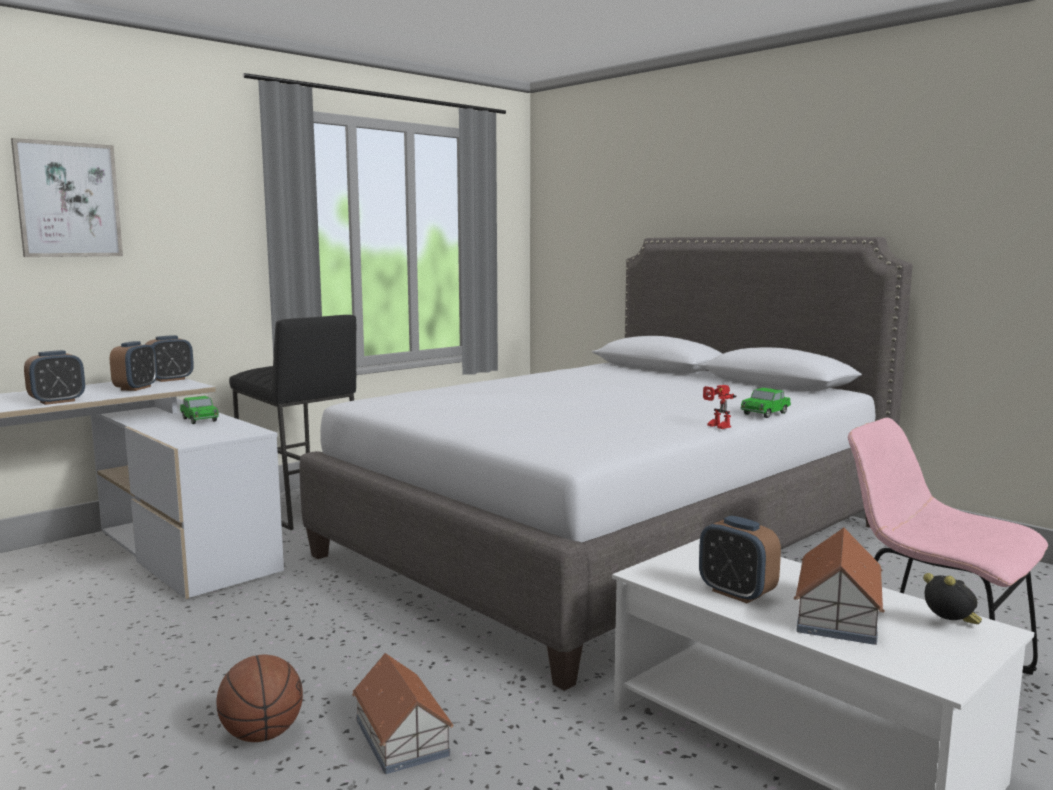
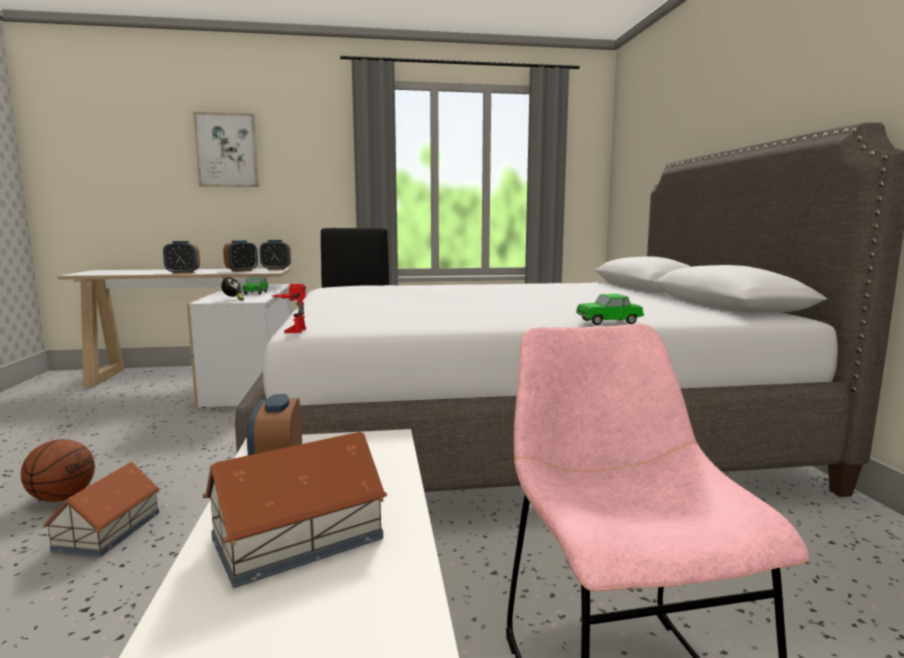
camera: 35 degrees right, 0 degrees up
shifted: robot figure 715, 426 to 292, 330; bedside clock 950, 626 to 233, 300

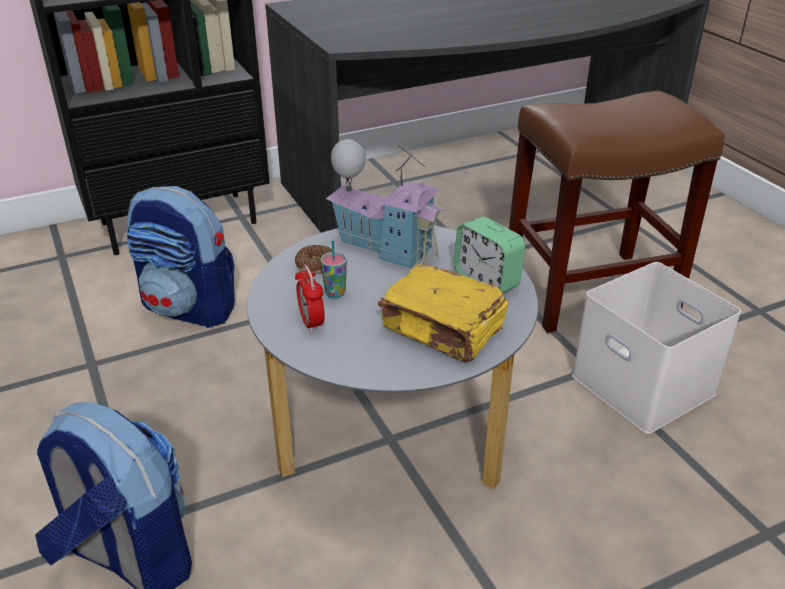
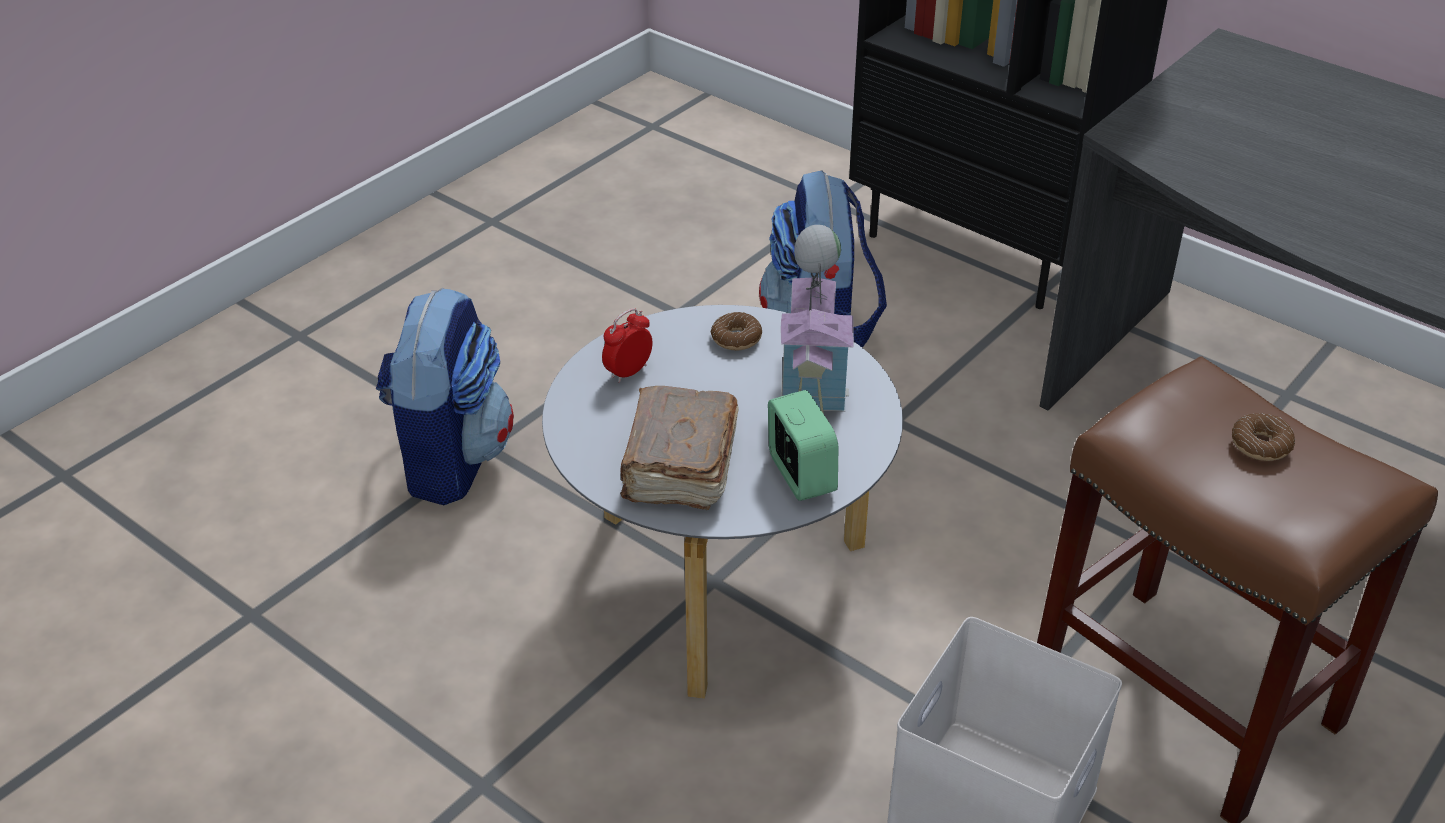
camera: 65 degrees right, 5 degrees up
gone: small cup 335, 293
new: ring doughnut 1260, 445
repainted: bound book (yellow) 443, 329 to bound book (brownish) 678, 467
rotated: bedside clock 486, 281 = 801, 475 135 degrees clockwise

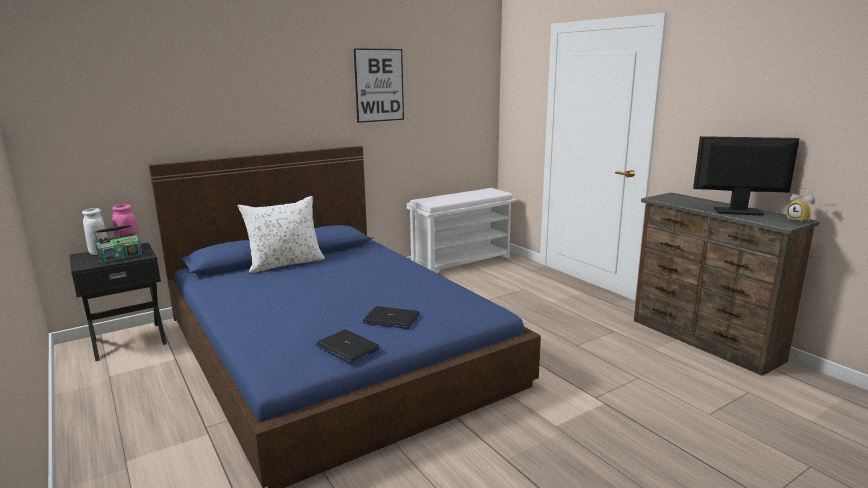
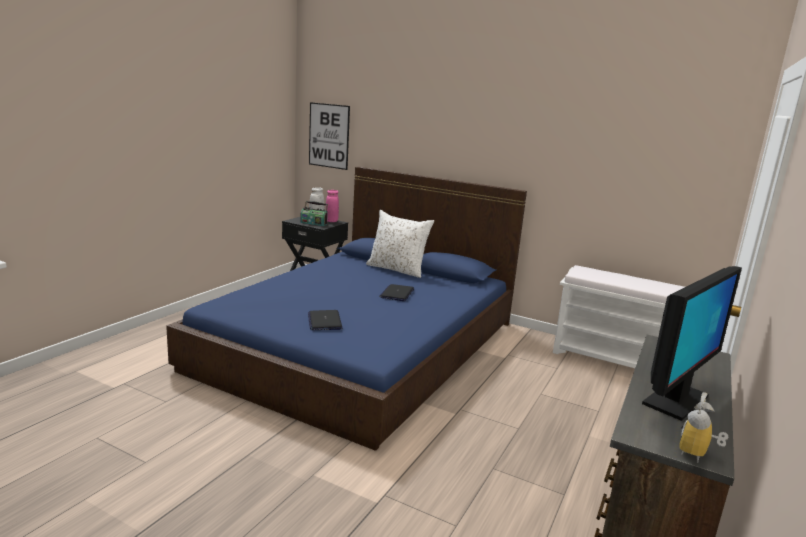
camera: 60 degrees right, 0 degrees up
shifted: portable computer 347, 347 to 397, 293; wall picture 379, 85 to 329, 136
rotated: computer display 738, 212 = 675, 400 60 degrees clockwise

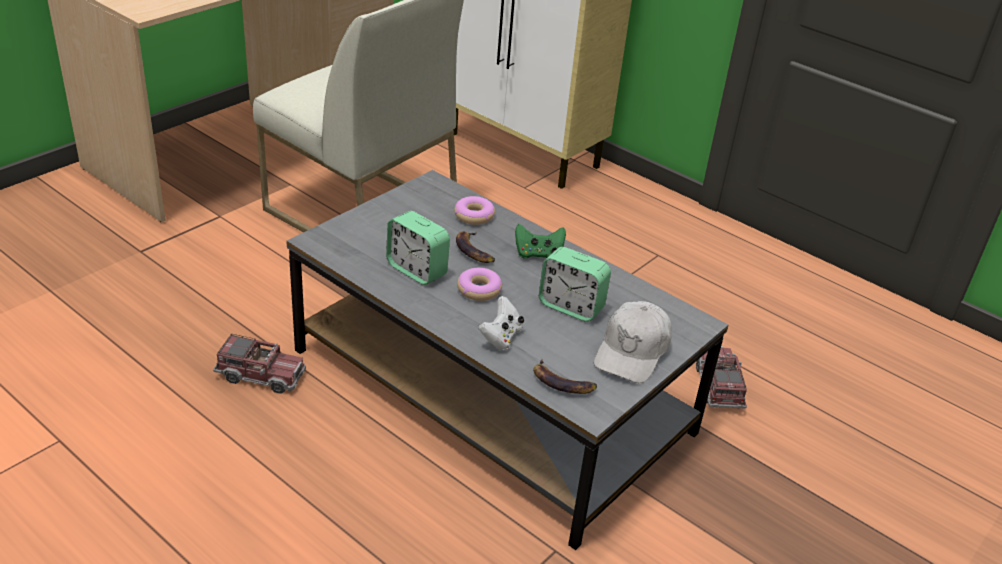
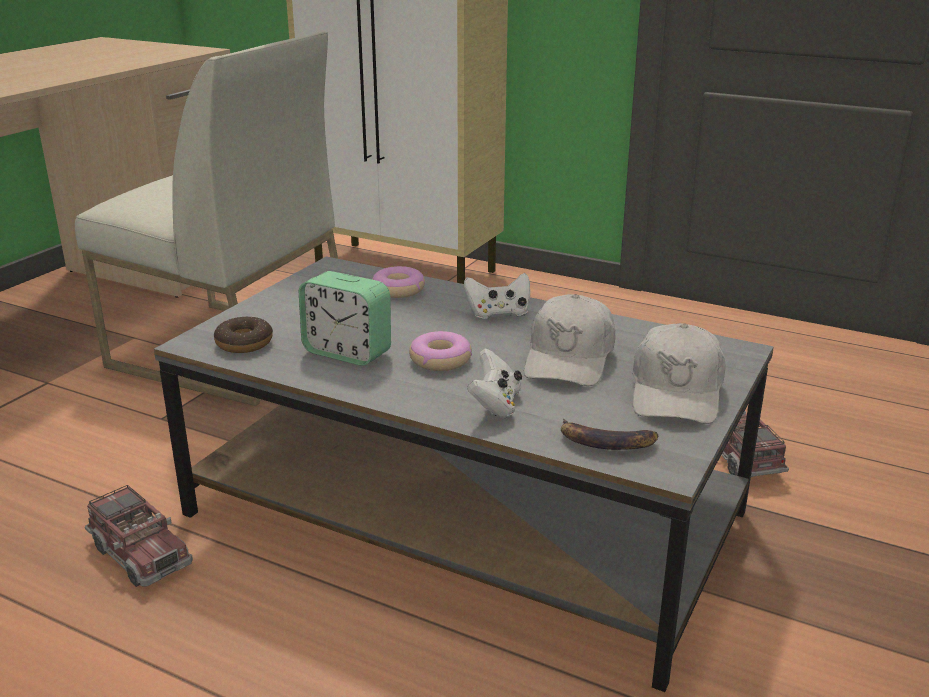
camera: 10 degrees left, 10 degrees down
gone: banana fruit 474, 251
new: ring doughnut 244, 343
swapped: bedside clock 571, 306 to baseball cap (white-coloured) 569, 358
repainted: game controller (green) 538, 254 to game controller (white-coloured) 498, 314
rotated: toy truck 261, 375 = 140, 554 45 degrees clockwise

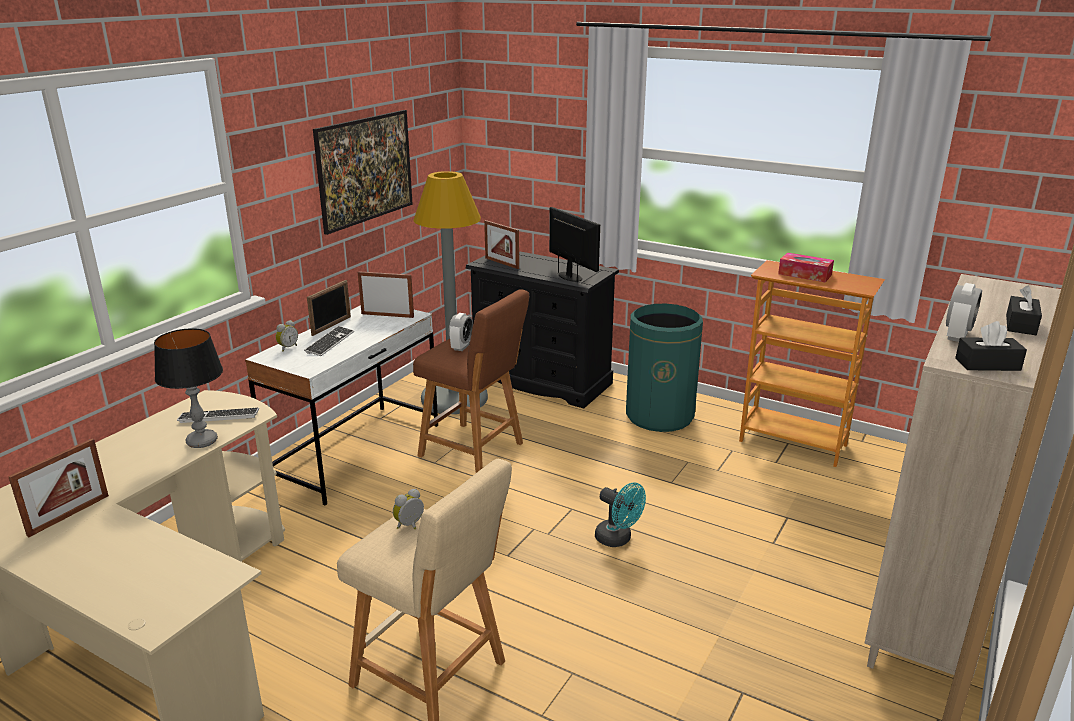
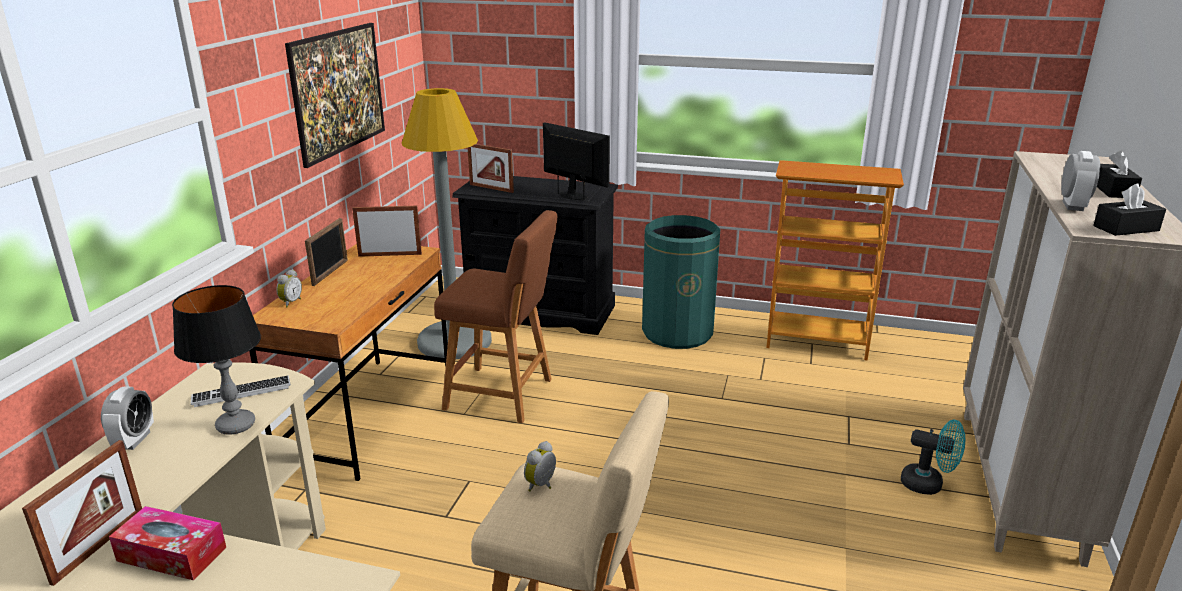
camera: 15 degrees left, 0 degrees up
gone: keyboard 330, 342
shifted: bedside clock 461, 347 to 134, 440; electric fan (blue-green) 618, 539 to 928, 485; tissue holder 804, 274 to 172, 554
repainted: desk table (white-coloured) 356, 452 to desk table (brownish) 369, 415

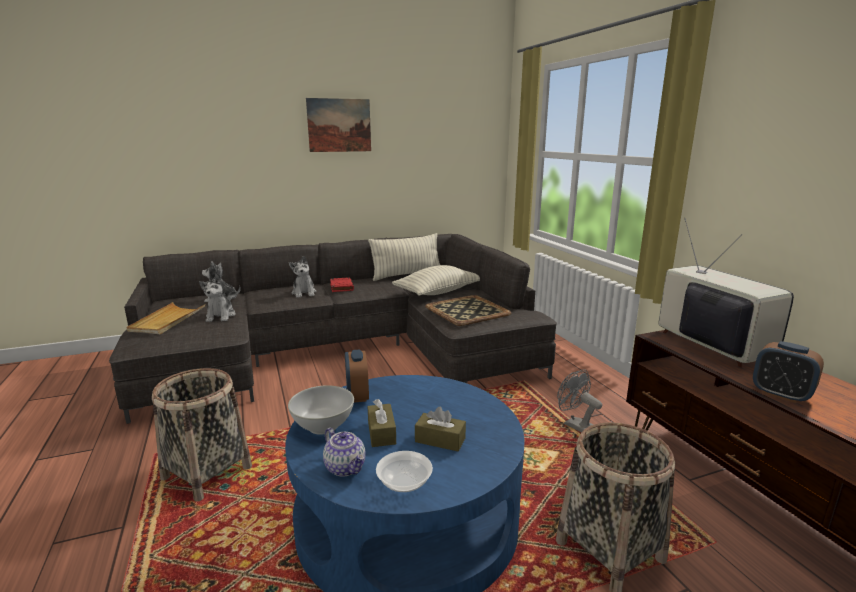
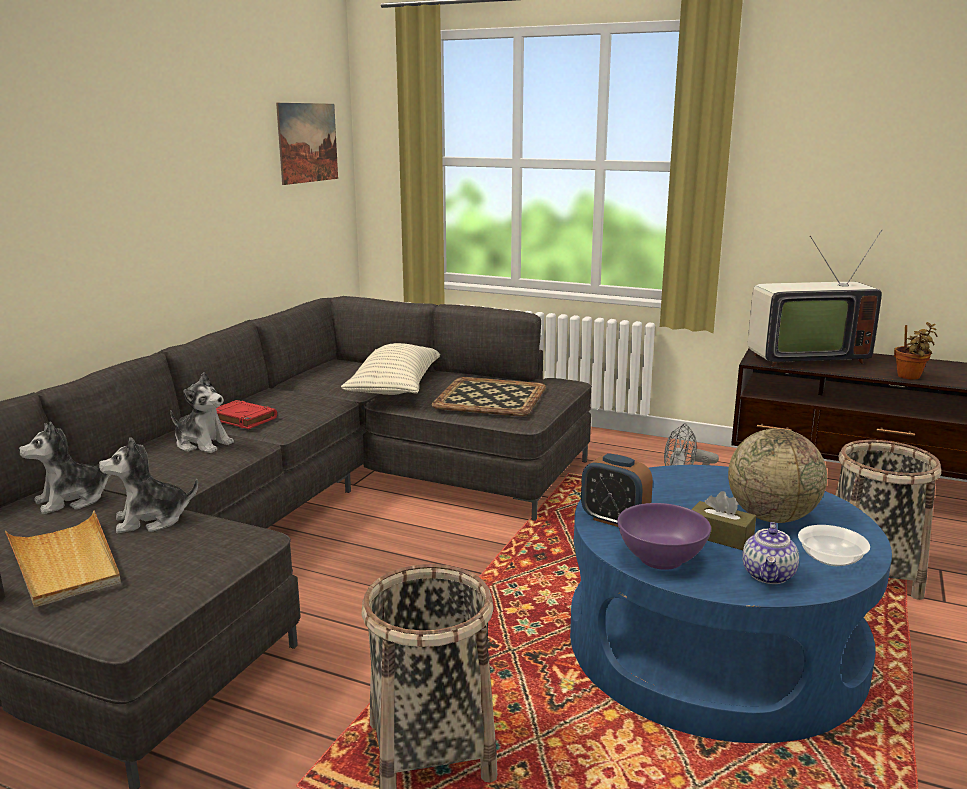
camera: 45 degrees left, 0 degrees up
gone: pillow 407, 275
shifted: wall picture 339, 125 to 308, 142
swapped: tissue holder (brownish) 440, 440 to globe 771, 517; bedside clock 781, 394 to plant in a pot 910, 377
repainted: serving bowl (white-coloured) 322, 426 to serving bowl (purple-coloured) 661, 559
rotated: soft toy 220, 316 = 151, 520 120 degrees clockwise; tea pot 346, 467 = 769, 575 105 degrees clockwise; television 710, 347 = 803, 358 150 degrees clockwise

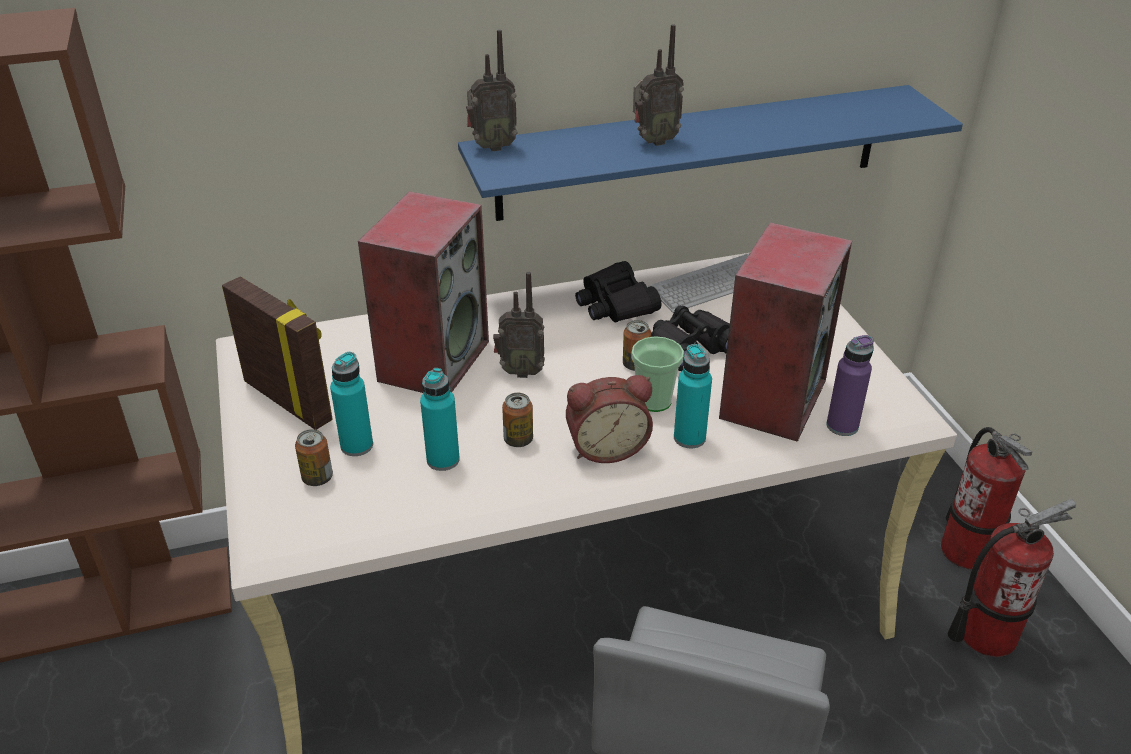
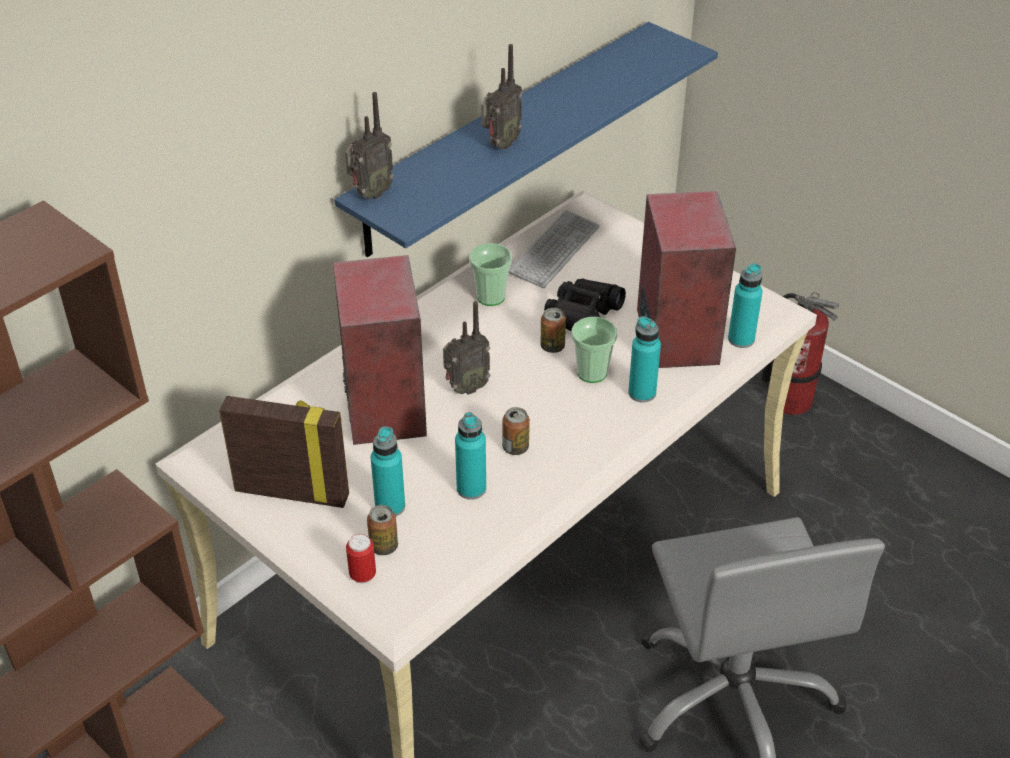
camera: 30 degrees left, 5 degrees up
gone: bedside clock 606, 447; extinguisher 986, 634
new: metal can 362, 575
swapped: field glasses (black) 615, 304 to small cup 490, 297
repainted: beverage bottle (purple-coloured) 842, 426 to beverage bottle (blue-green) 741, 339

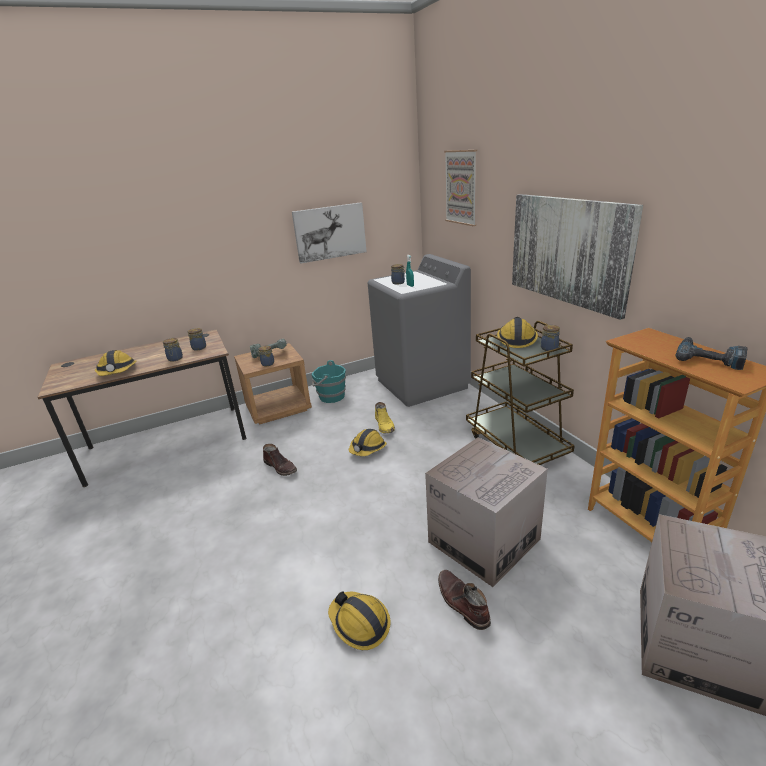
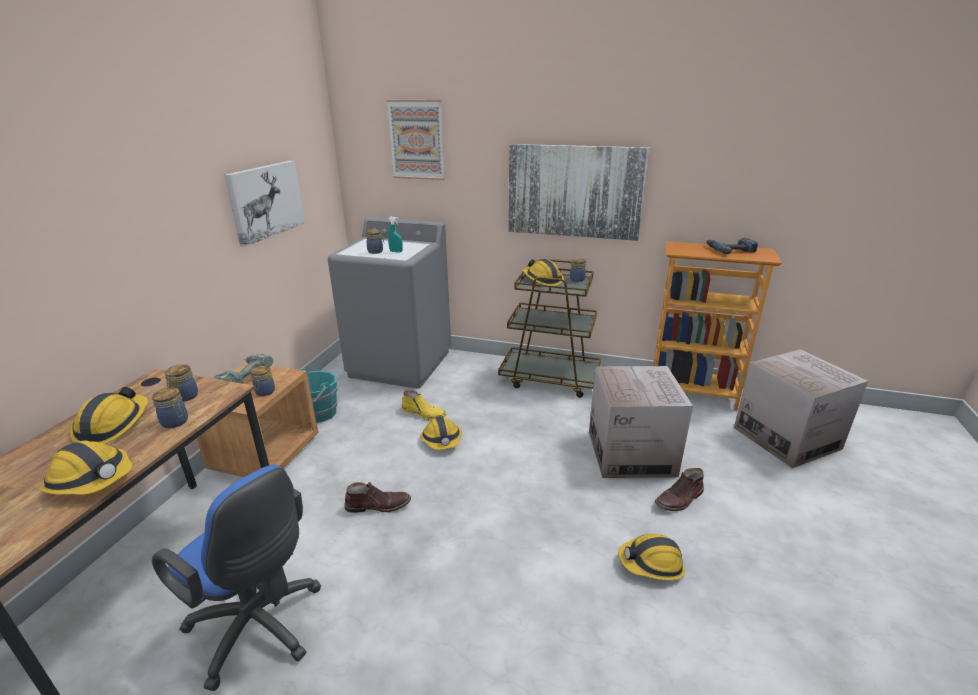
camera: 50 degrees left, 0 degrees up
new: hard hat 113, 425; computer chair (blue) 260, 628
rotated: high-top boot (brownish) 462, 603 = 679, 499 45 degrees counterclockwise

